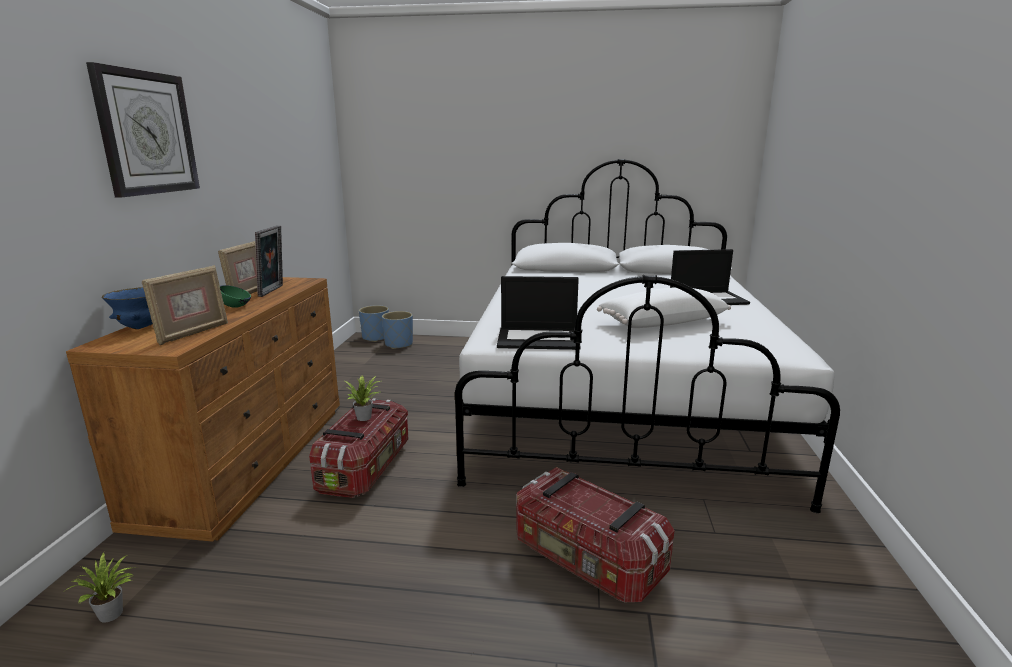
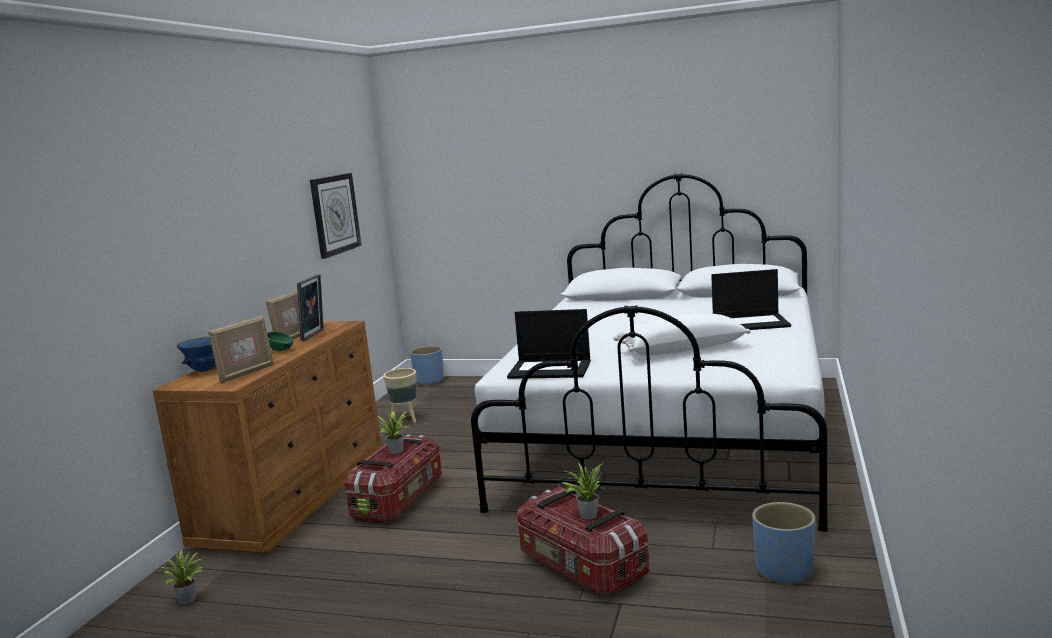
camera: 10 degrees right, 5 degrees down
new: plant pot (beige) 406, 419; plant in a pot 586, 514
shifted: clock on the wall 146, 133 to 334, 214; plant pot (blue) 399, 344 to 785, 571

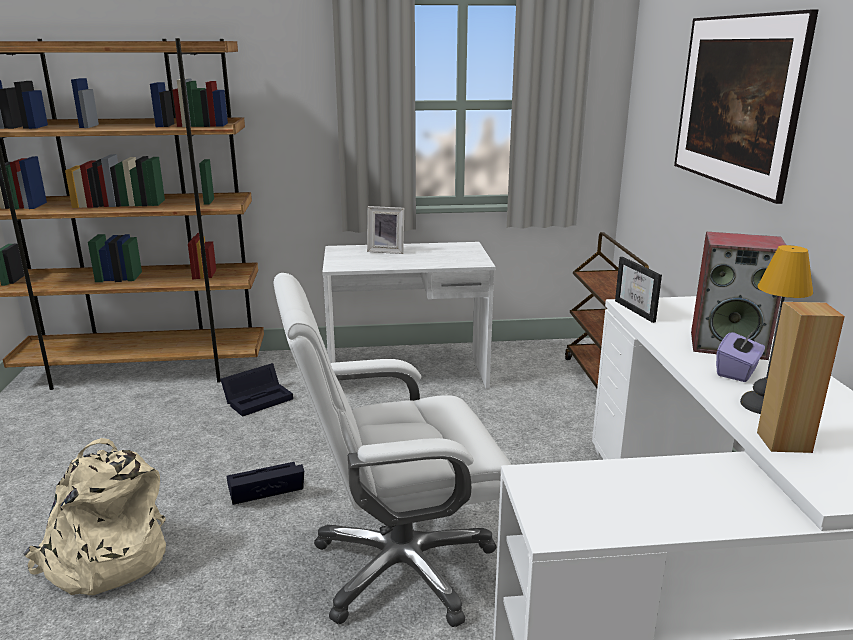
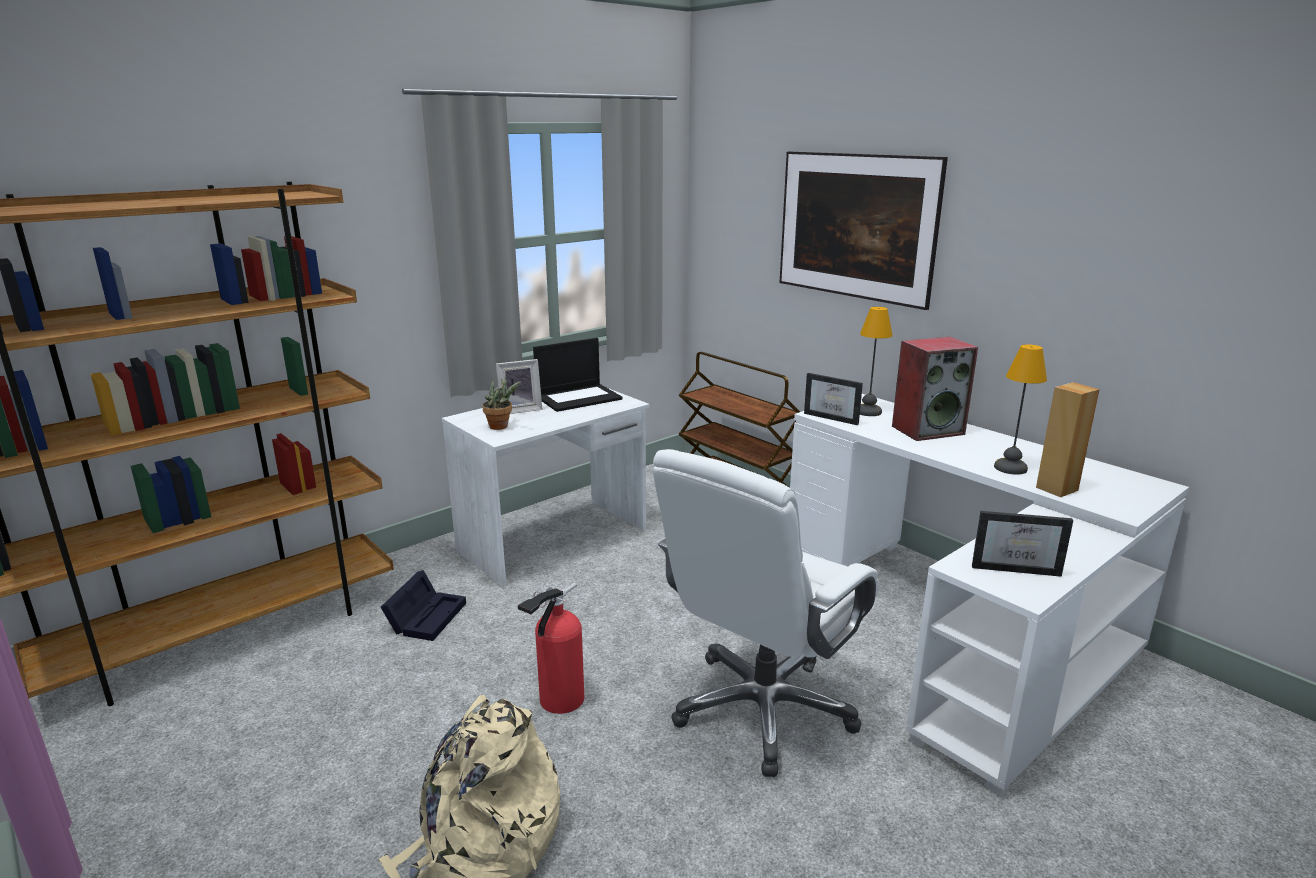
camera: 35 degrees left, 0 degrees up
gone: tissue holder (purple-coloured) 737, 371
new: plant in a pot 501, 426; portable computer 579, 398; table lamp 867, 411; photo frame 1016, 567
swapped: storage box (black) 263, 490 to extinguisher 558, 701

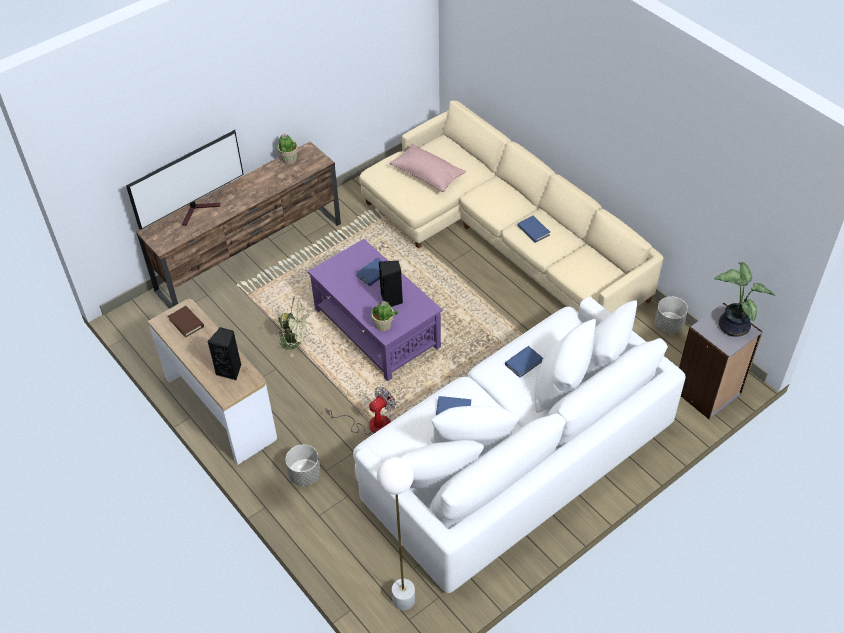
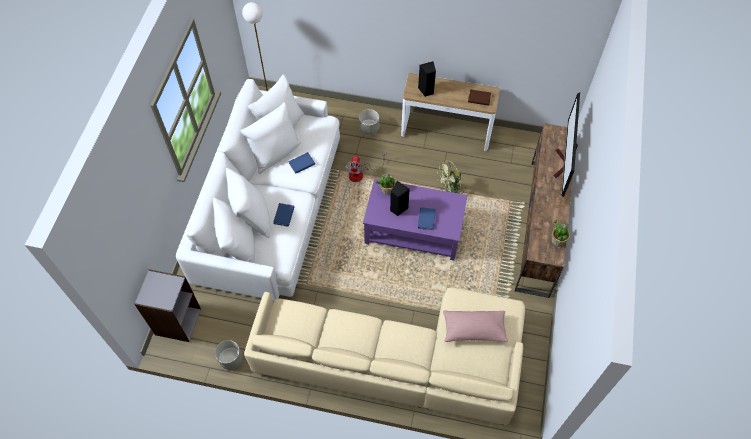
camera: 140 degrees right, 10 degrees up
gone: bound book (blue) 533, 230; plant in a pot 731, 325

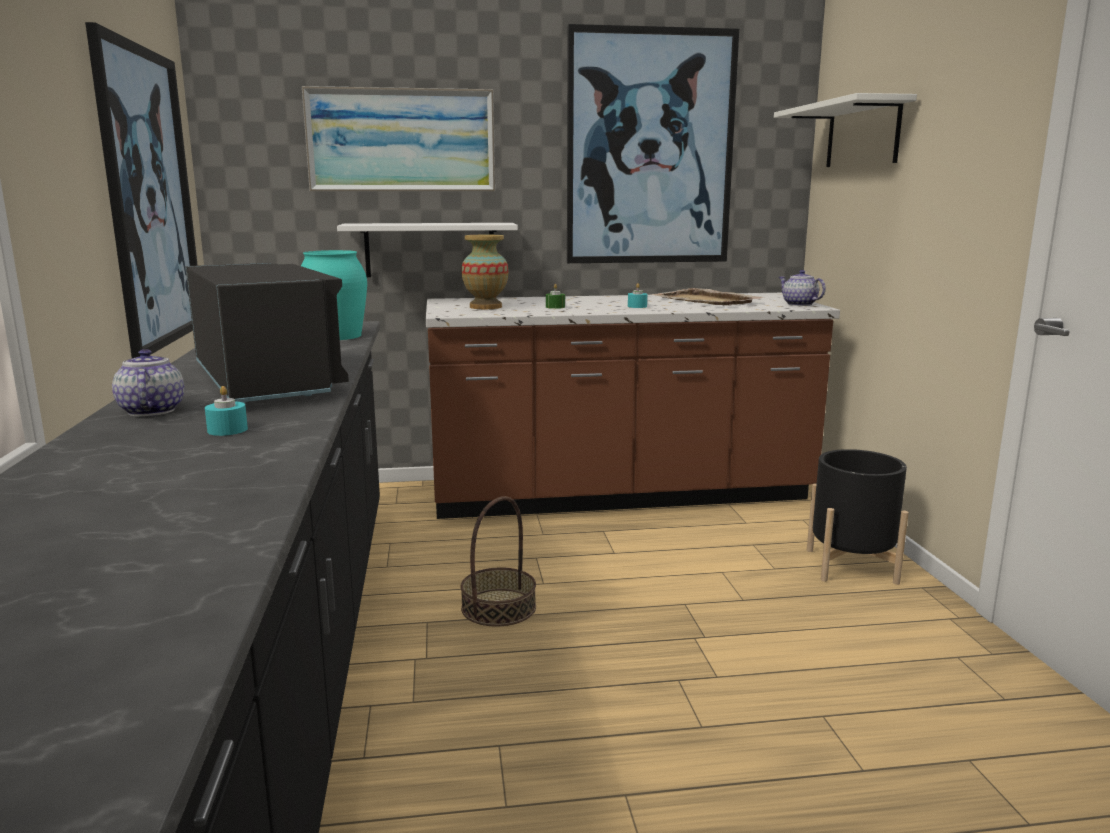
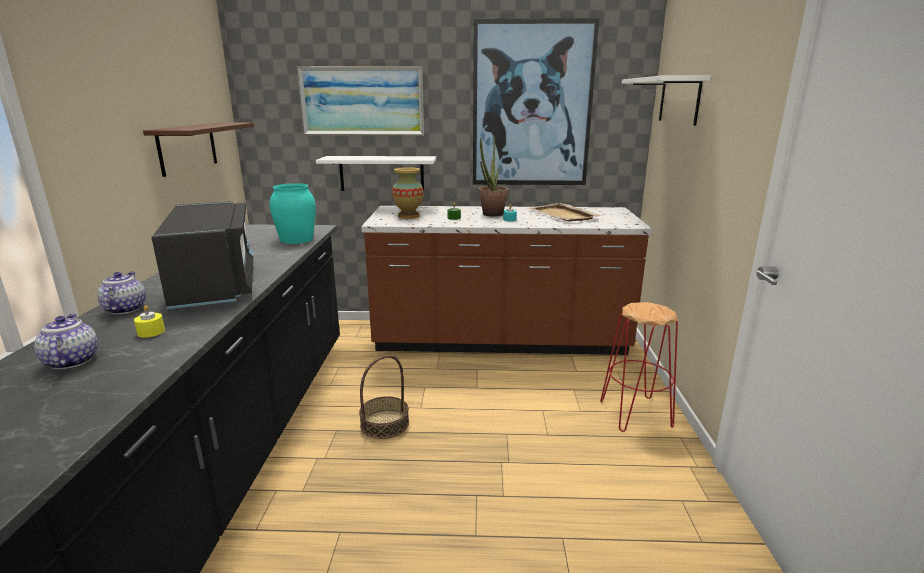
camera: 10 degrees right, 5 degrees up
new: plant in a pot 491, 215
shifted: tea pot 798, 304 to 71, 361
swapped: wall picture 150, 199 to wall shelf (brownish) 187, 148; plant pot (black) 851, 566 to stool seat (reddish) 635, 414
repainted: wax candle (blue-green) 227, 430 to wax candle (yellow) 151, 332

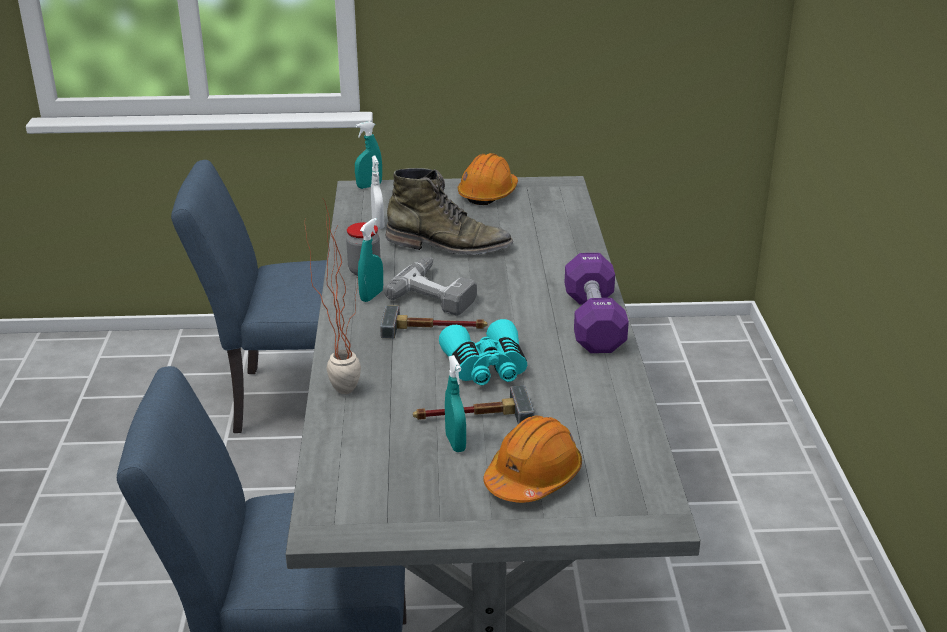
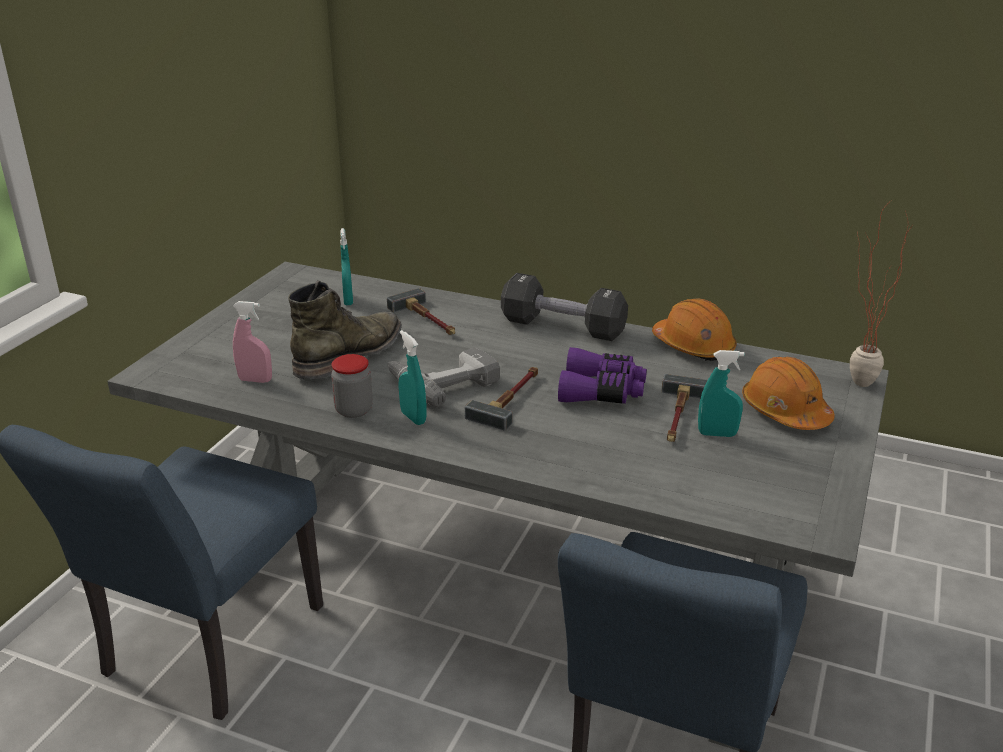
camera: 65 degrees left, 0 degrees up
new: hammer 428, 320
shifted: plant in a pot 341, 385 to 852, 384; hand sprayer (blue-green) 369, 186 to 348, 300; hard hat (orangey) 488, 194 to 693, 346
repainted: hand sprayer (white-coloured) 378, 224 to hand sprayer (pink-coloured) 255, 380; field glasses (blue-green) 486, 368 to field glasses (purple-coloured) 602, 391; hand weight (purple-coloured) 593, 322 to hand weight (black) 563, 327

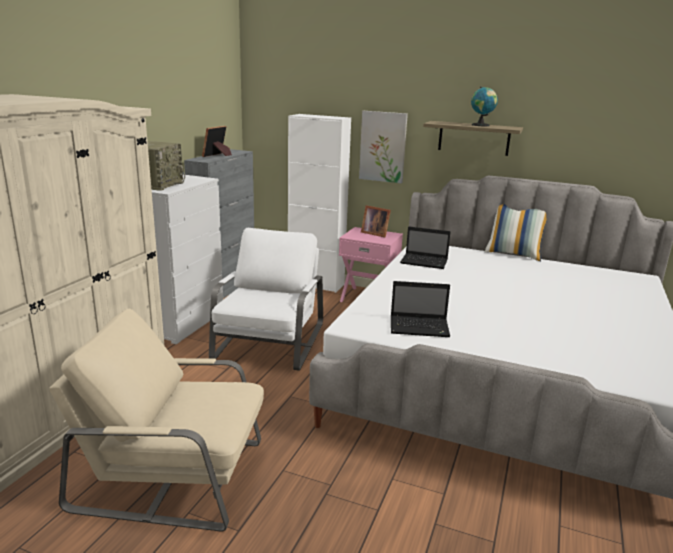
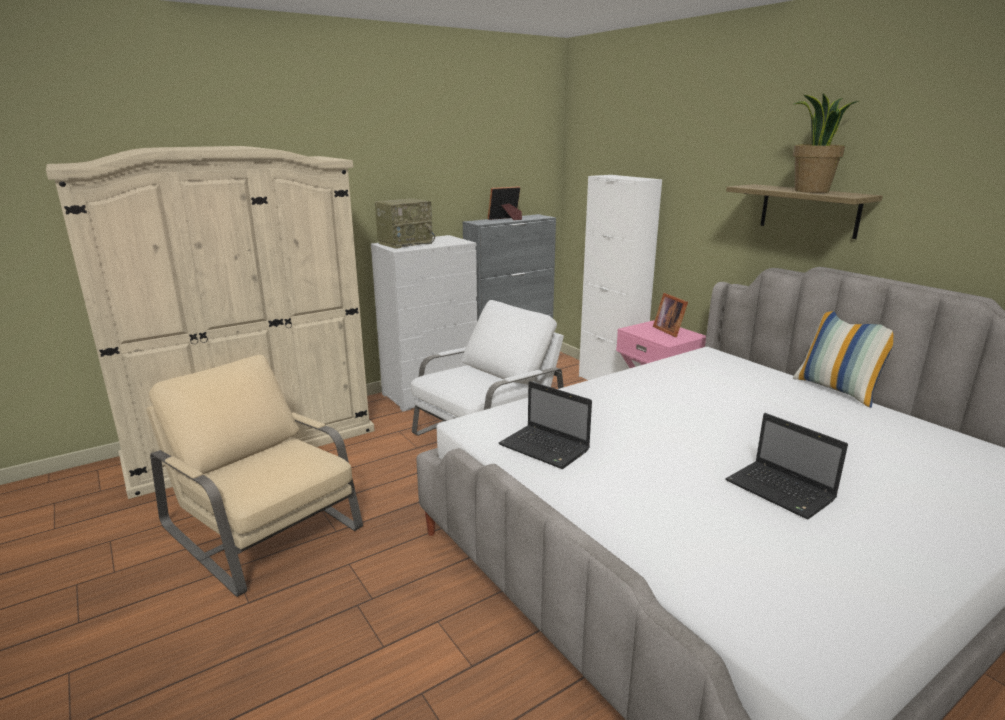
camera: 35 degrees right, 0 degrees up
gone: wall picture 383, 146
shifted: portable computer 425, 262 to 782, 491
swapped: globe 481, 125 to plant in a pot 811, 191

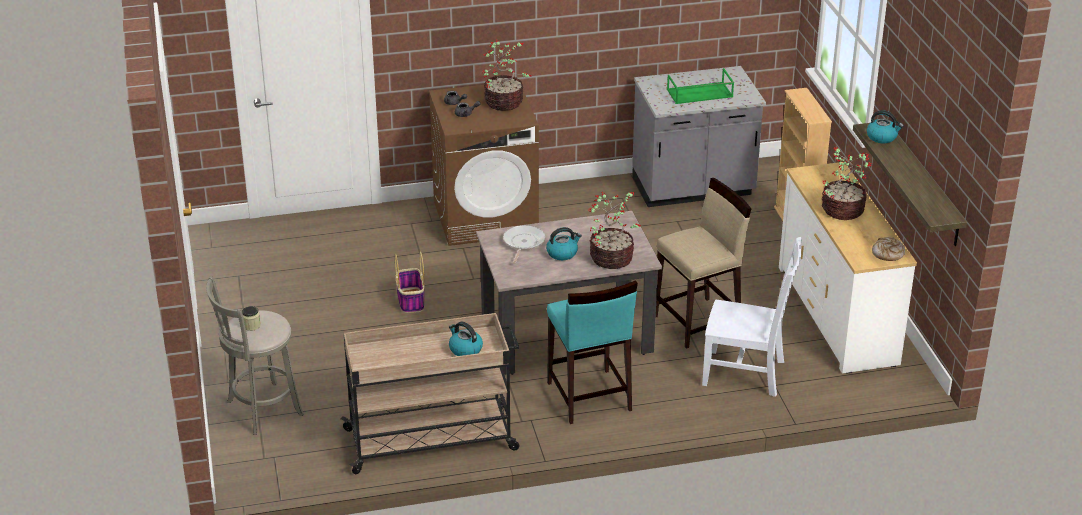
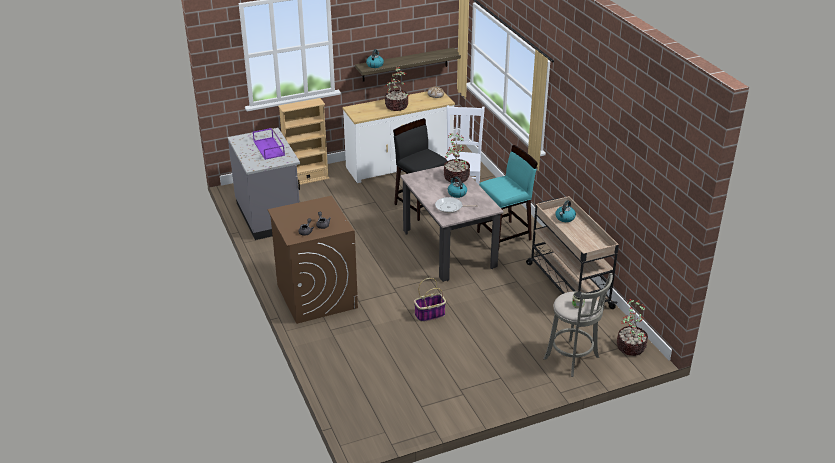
camera: 100 degrees left, 0 degrees up
shifted: plant in a pot 505, 102 to 630, 346
repainted: stool seat (beige) 698, 323 to stool seat (black) 420, 206; serving tray (green) 699, 93 to serving tray (purple-coloured) 269, 148

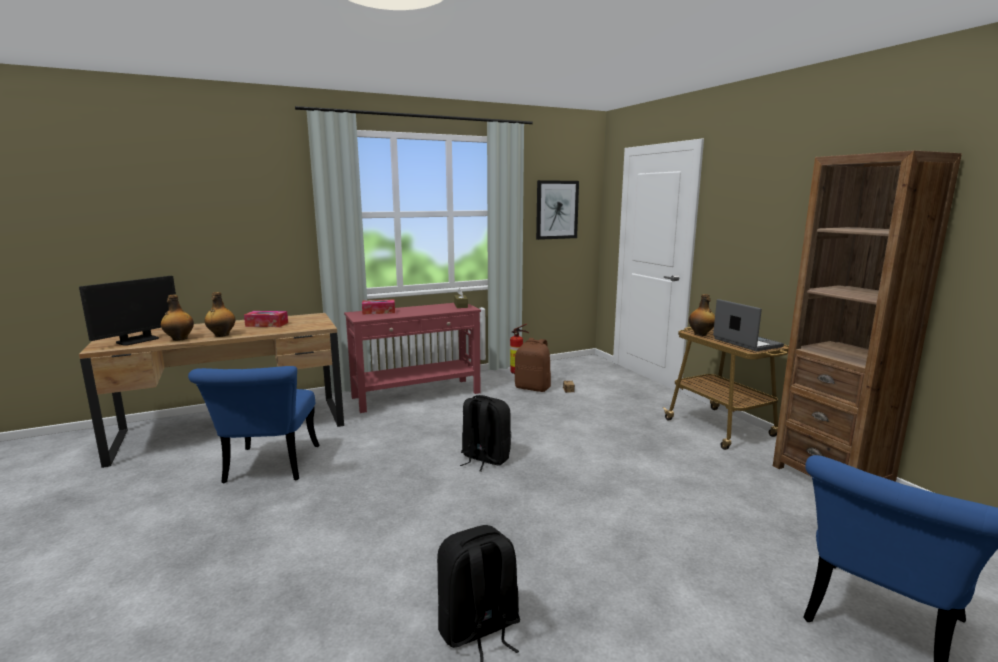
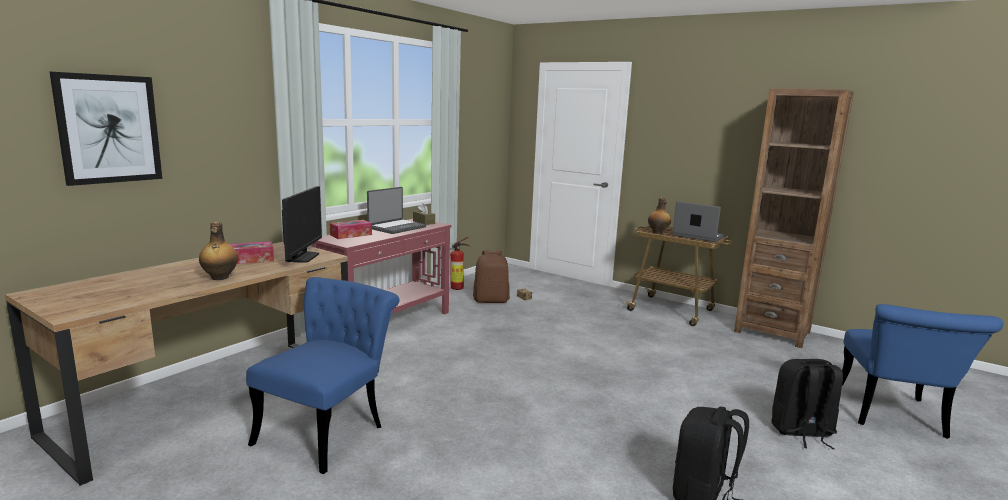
camera: 30 degrees left, 0 degrees up
gone: beverage bottle 179, 339
new: portable computer 396, 227
shifted: computer display 137, 340 to 302, 257; knapsack (black) 484, 459 to 801, 432; wall picture 557, 210 to 109, 129
rotated: upright chair (blue) 268, 469 = 328, 429 120 degrees counterclockwise

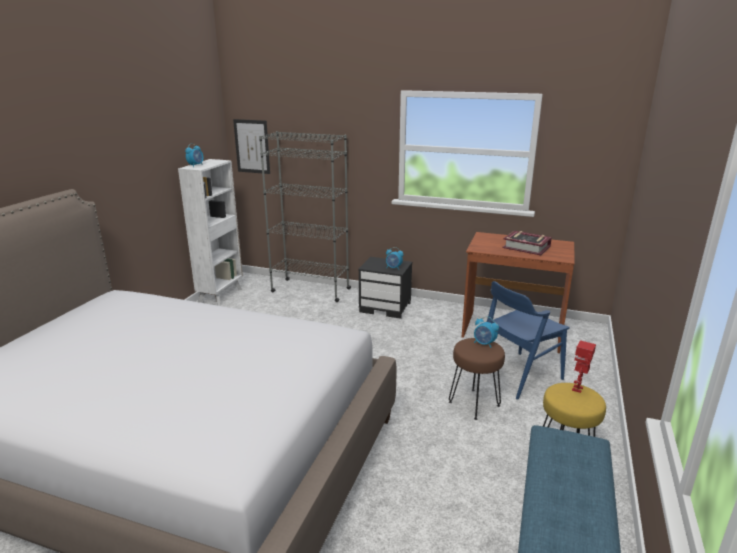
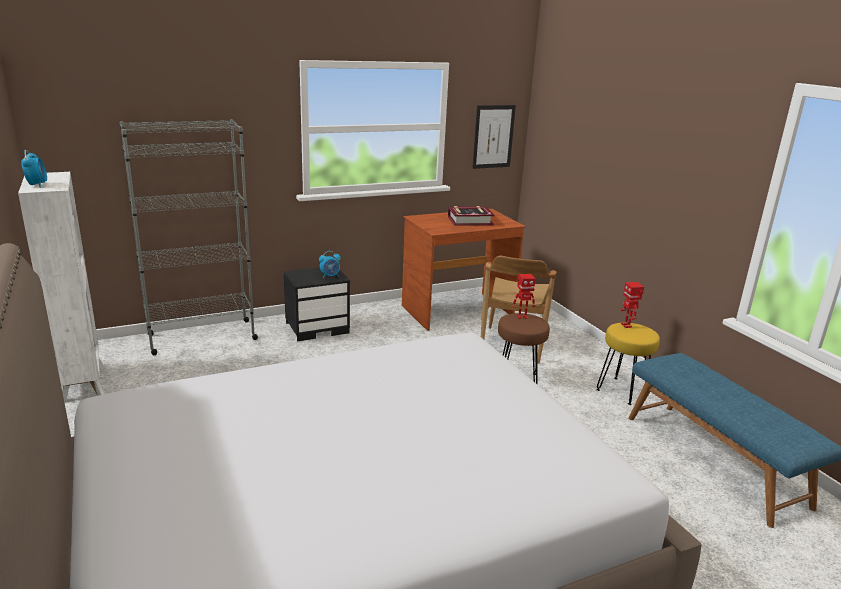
camera: 45 degrees left, 0 degrees up
shifted: wall picture 252, 146 to 493, 136
swapped: bedside clock 484, 344 to robot figure 522, 317
repainted: upright chair (blue) 518, 375 to upright chair (brownish) 512, 345

